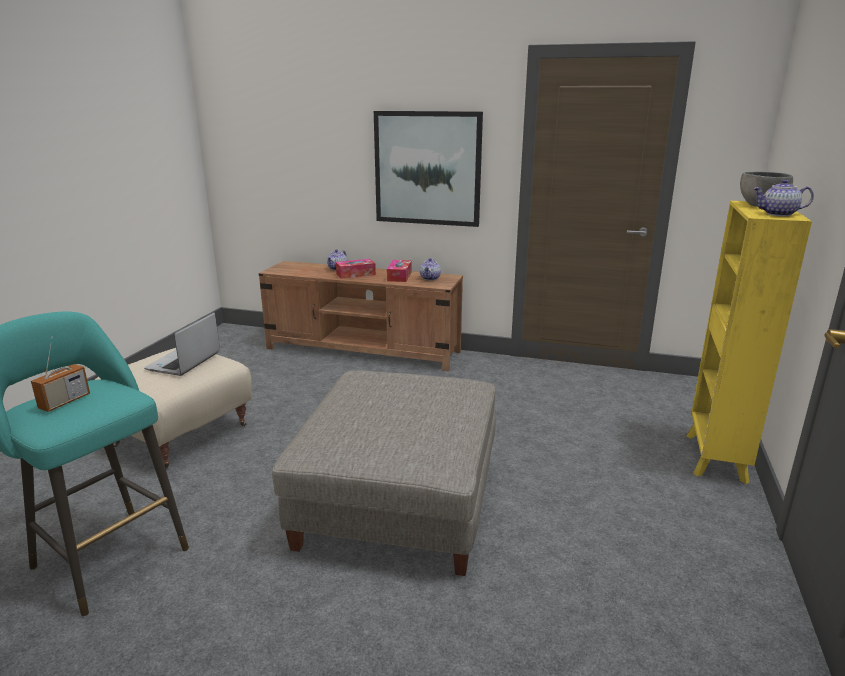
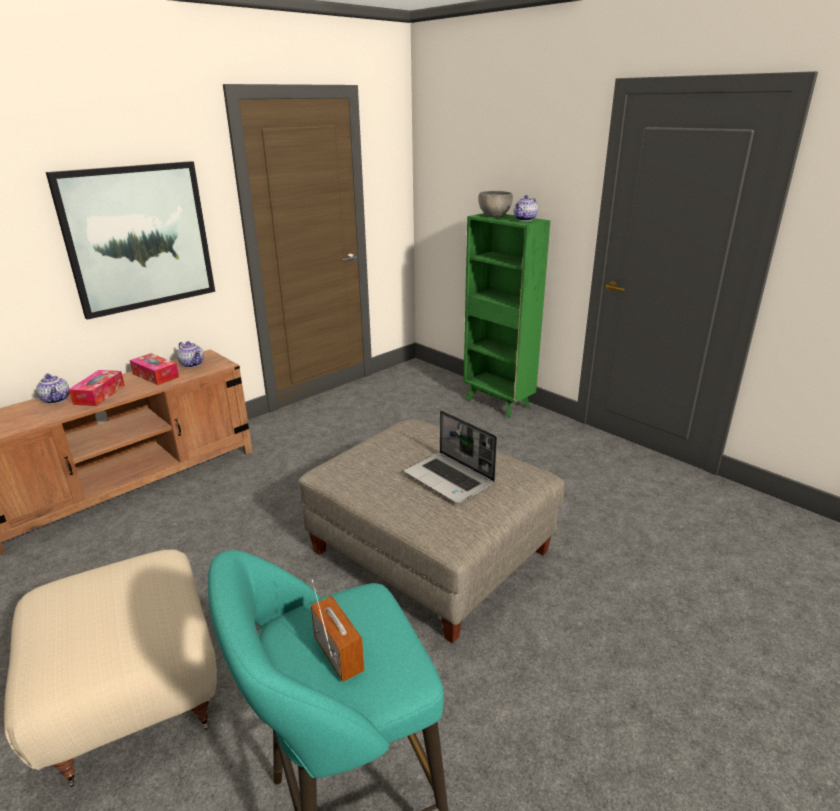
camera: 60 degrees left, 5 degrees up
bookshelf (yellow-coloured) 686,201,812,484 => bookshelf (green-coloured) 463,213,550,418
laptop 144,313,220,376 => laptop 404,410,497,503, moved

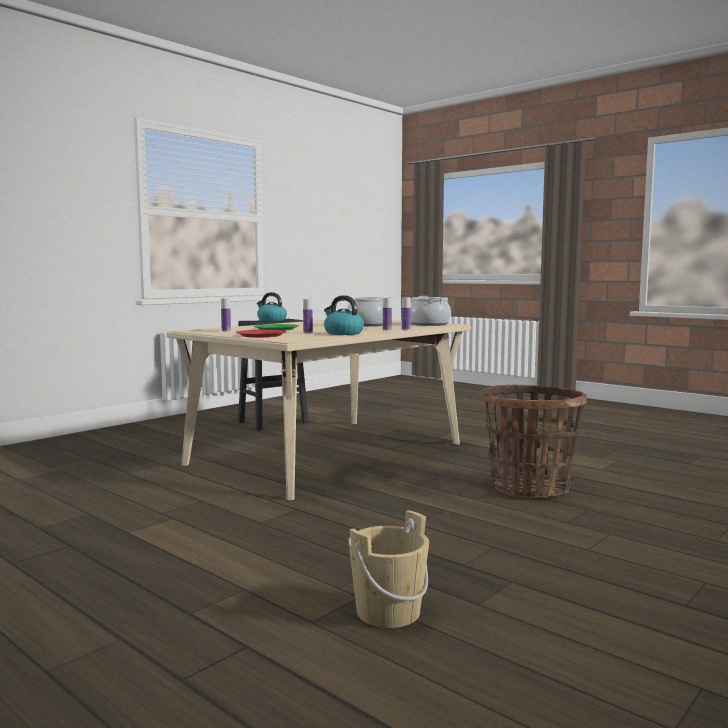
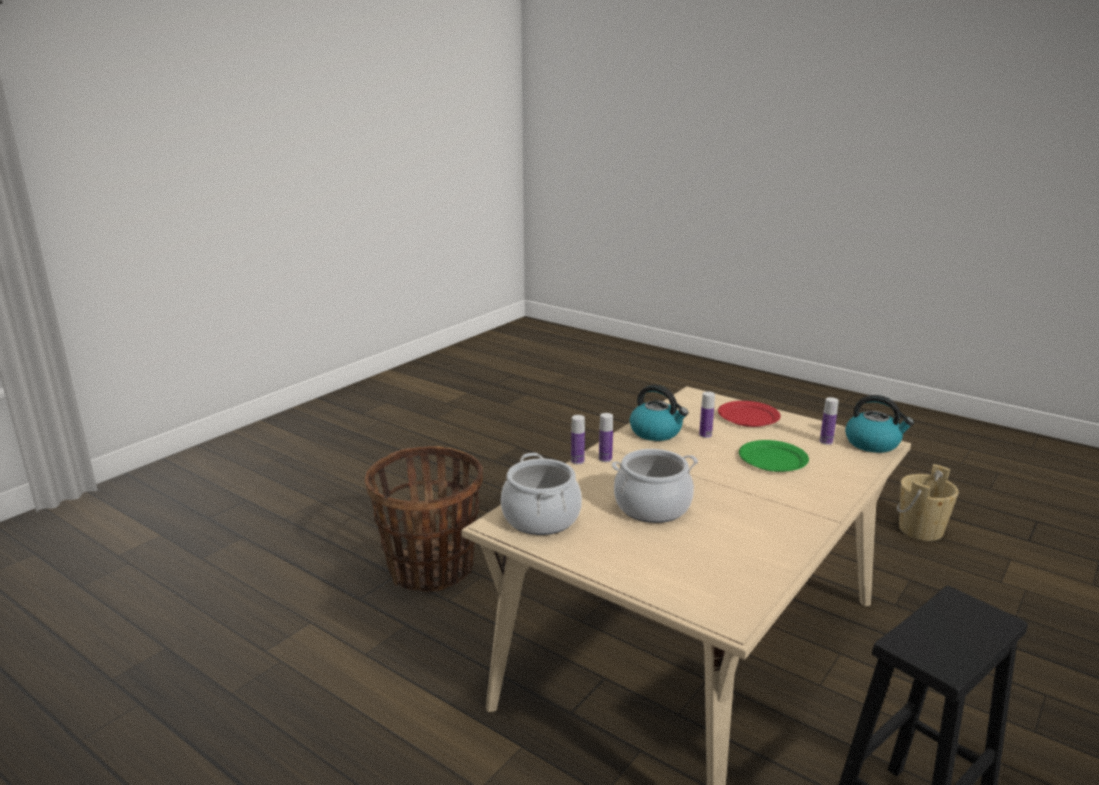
camera: 175 degrees right, 15 degrees up
kettle 257,292,287,321 => kettle 845,395,914,453, moved
bucket (beige) 348,510,429,628 => bucket (beige) 897,464,959,541, moved

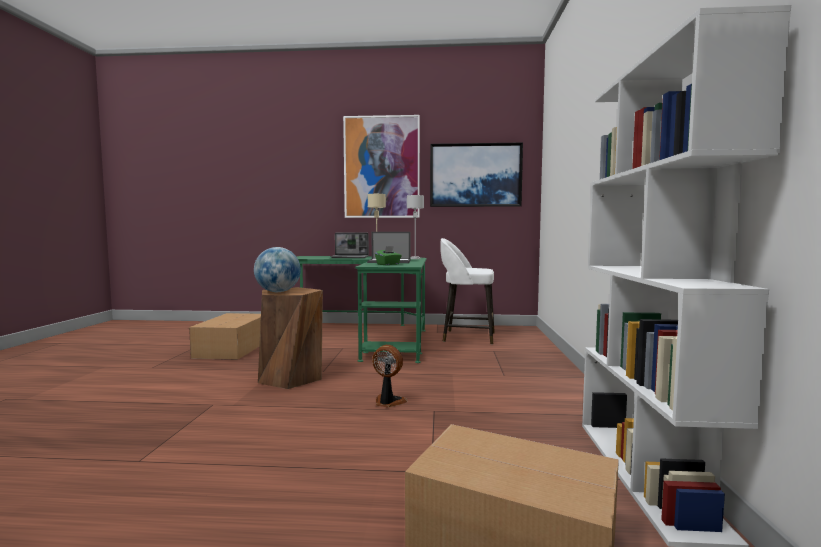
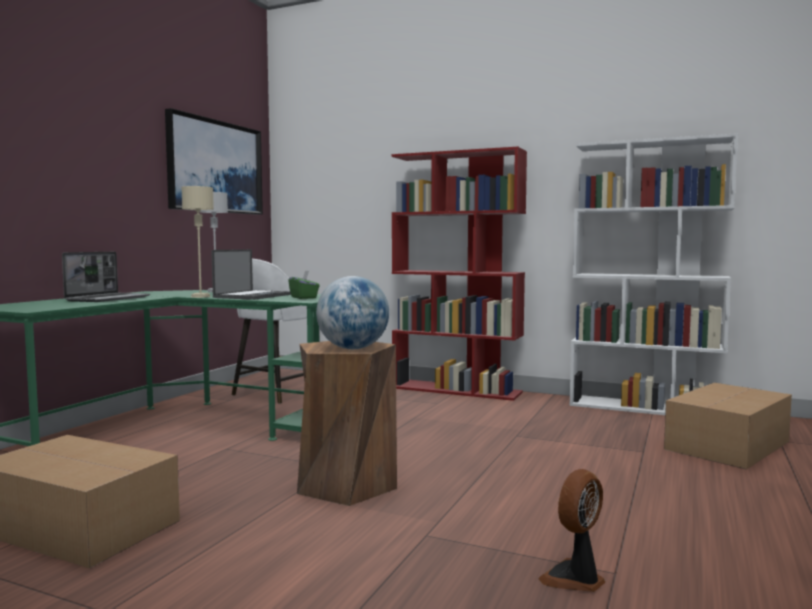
camera: 70 degrees left, 0 degrees up
wall picture 343,115,420,218 => nothing
fan 372,345,407,407 => fan 538,469,605,592, moved
nothing => bookshelf (reddish) 392,147,527,401

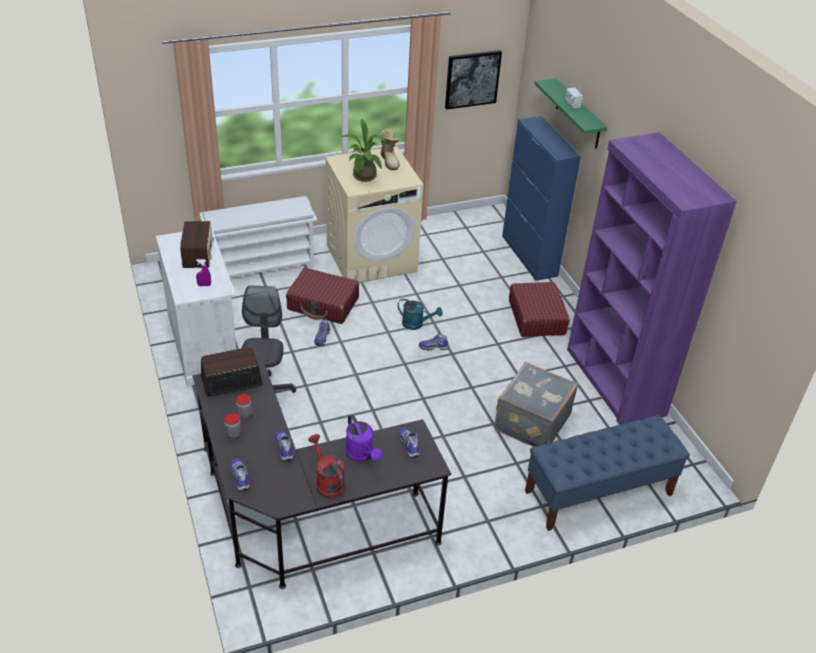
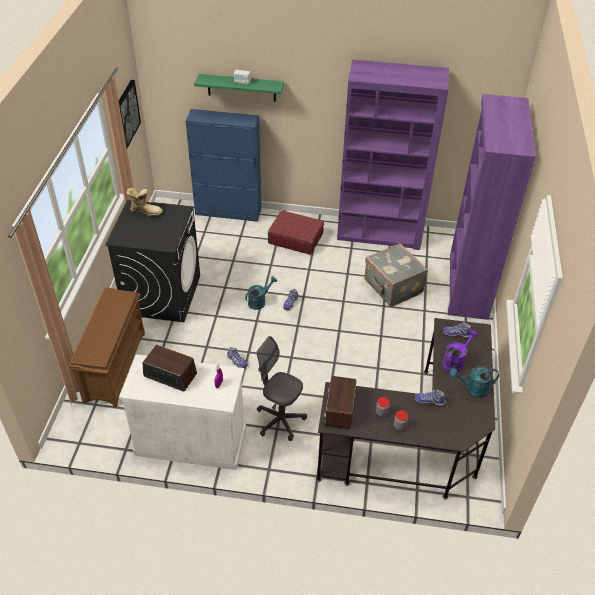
camera: 60 degrees left, 5 degrees up
potted plant 340,119,387,182 => nothing
laundry machine (beige) 325,147,424,283 => laundry machine (black-coloured) 105,200,200,322
shoe rack (whitish) 199,196,317,278 => shoe rack (brown-coloured) 68,287,145,408
suitcase (reddish) 286,268,359,324 => nothing
watering pot (purple-coloured) 346,415,382,462 => watering pot (purple-coloured) 442,330,478,372, 45 degrees counterclockwise
indoor bench (blue) 525,415,690,531 => bookshelf (purple-coloured) 448,94,536,320
watering pot (reddish) 308,434,345,498 => watering pot (turquoise-coloured) 450,366,499,398
shoe 230,458,249,492 => nothing

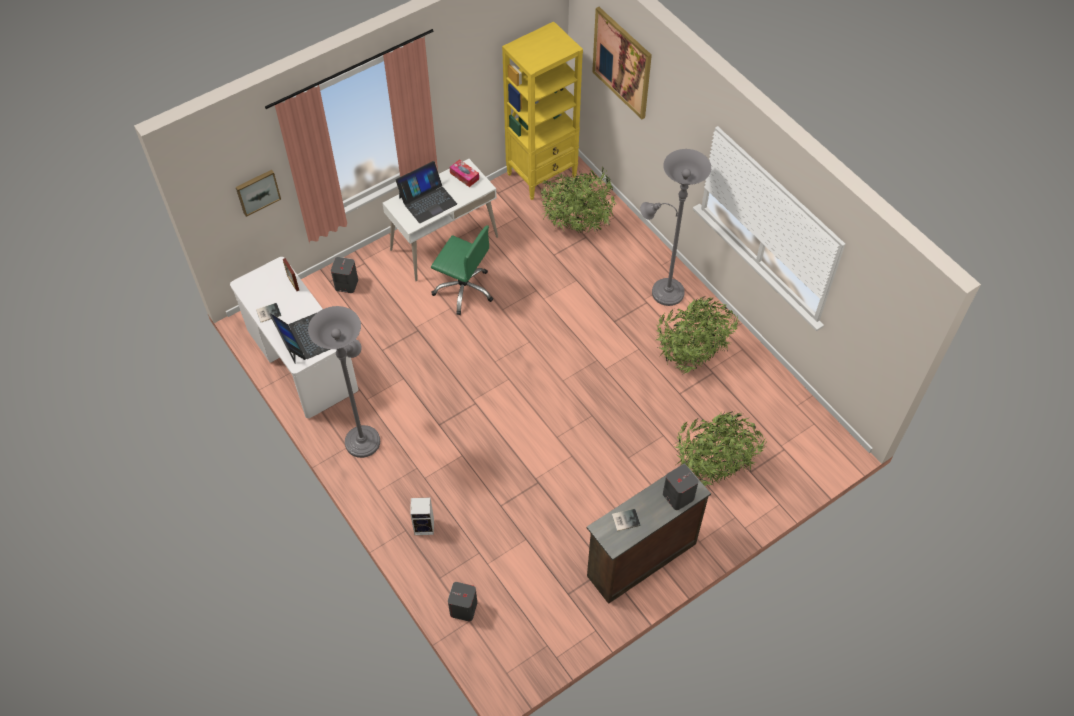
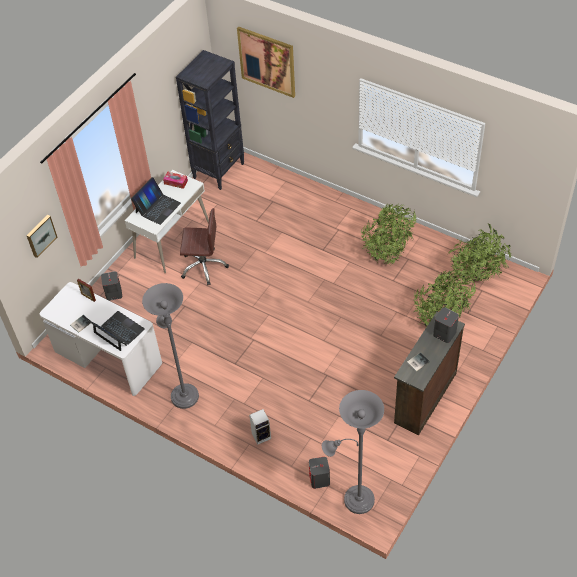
camera: 20 degrees left, 5 degrees down
bookshelf (yellow-coloured) 502,22,583,200 => bookshelf (black-coloured) 176,50,244,190
standard lamp (gray) 640,149,711,306 => standard lamp (gray) 322,390,384,514, moved
potted plant 539,166,618,234 => potted plant 448,224,511,284, moved
desk chair (green-coloured) 431,225,493,315 => desk chair (brown-coloured) 180,208,229,285

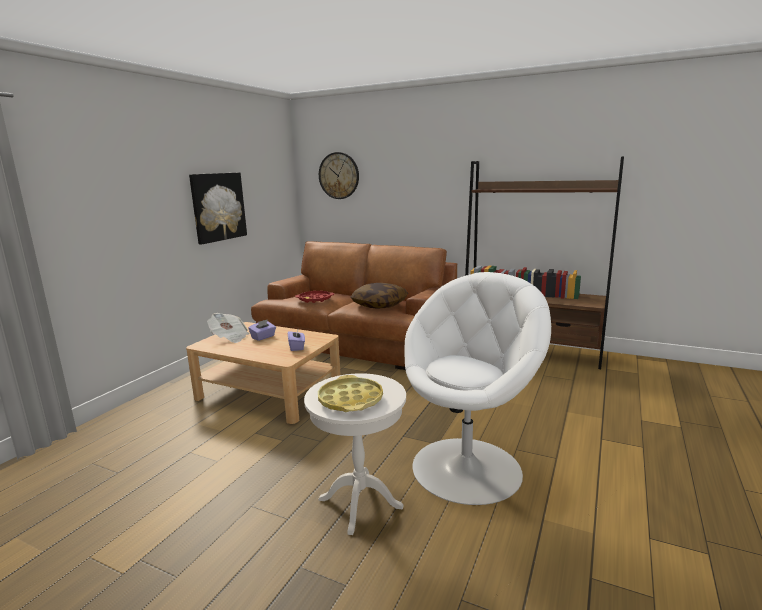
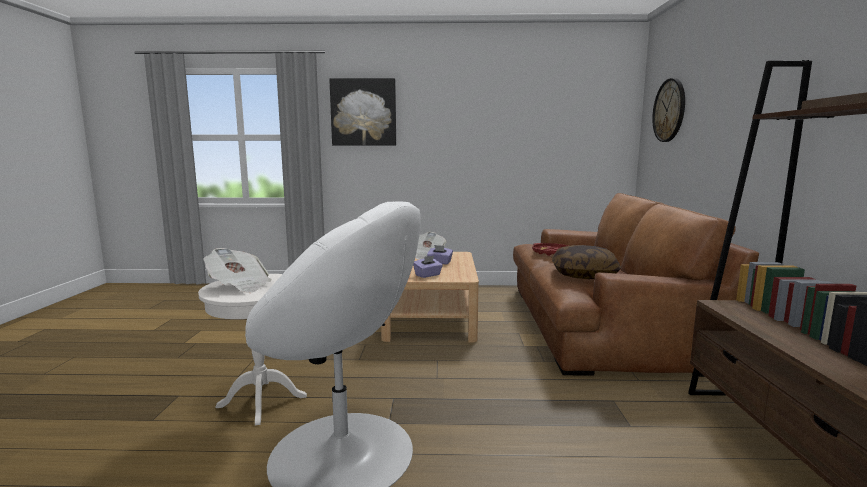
camera: 65 degrees right, 5 degrees down
wall picture 189,172,247,245 => wall picture 329,78,396,146, moved
serving tray (yellow-coloured) 318,375,383,412 => newspaper 203,248,272,293

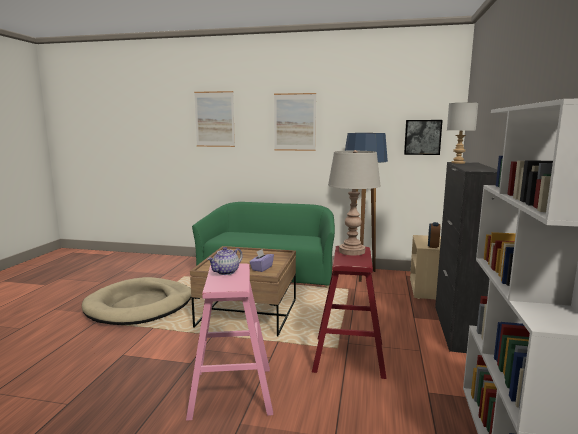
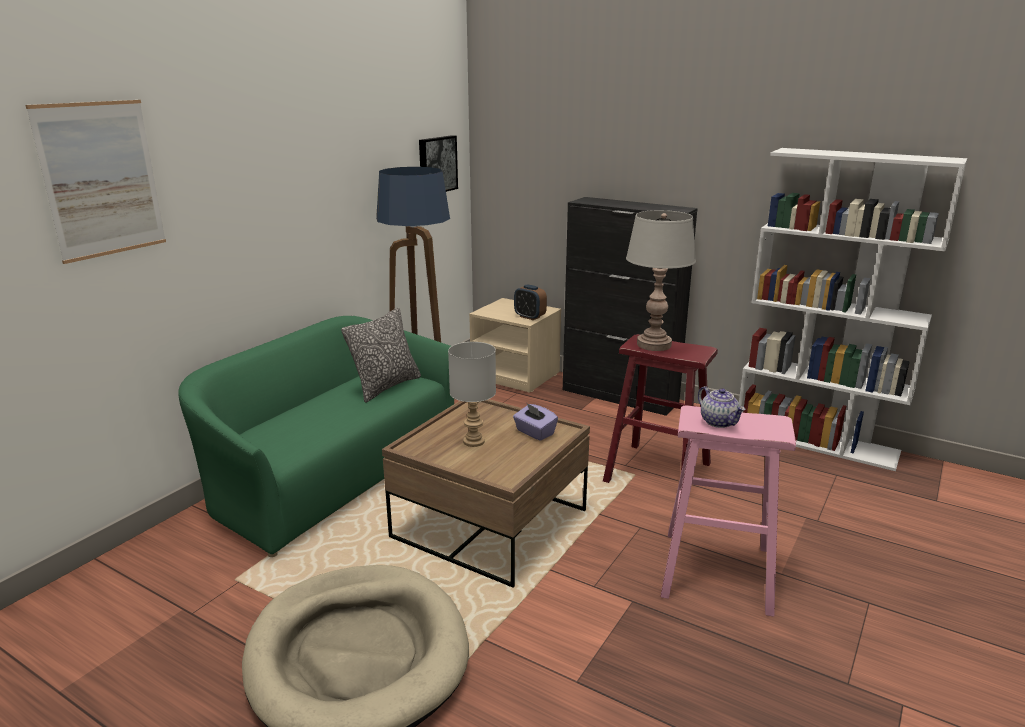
camera: 70 degrees left, 10 degrees up
wall picture 274,93,316,151 => nothing
table lamp (gray) 447,102,478,164 => table lamp (gray) 448,342,496,447, moved
nothing => cushion 341,308,421,403

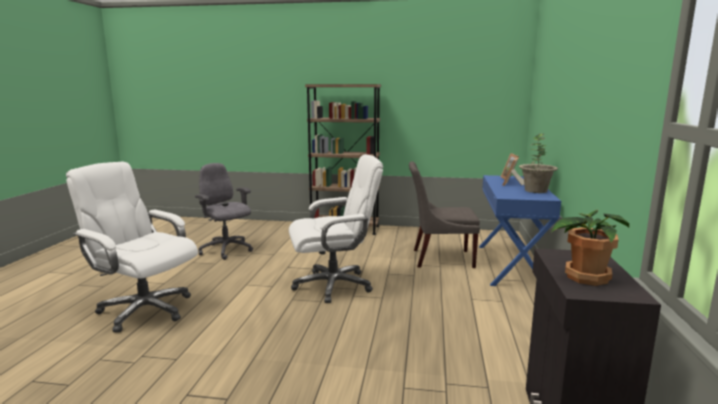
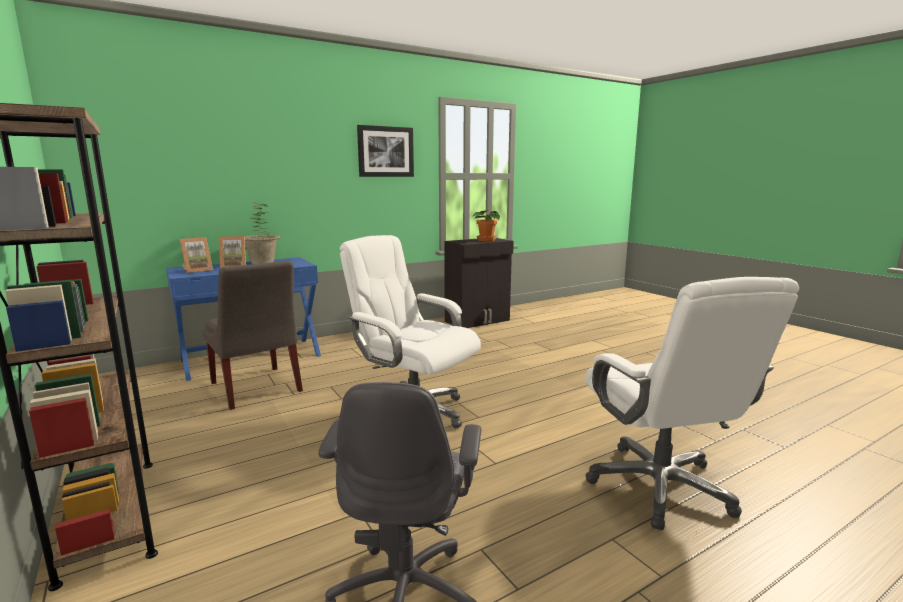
camera: 130 degrees left, 0 degrees up
nothing => wall picture 357,125,414,177

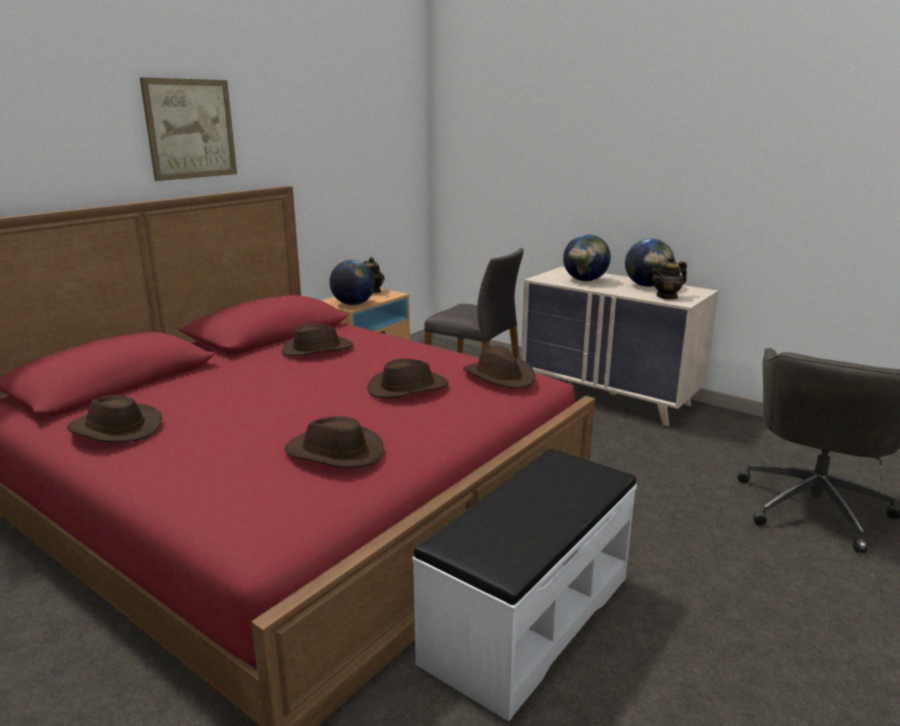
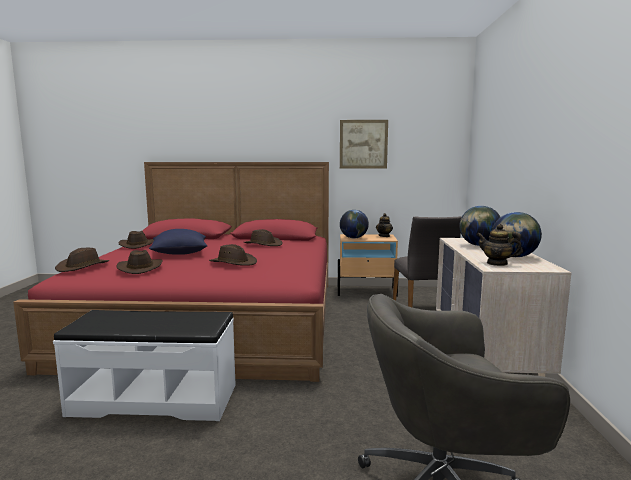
camera: 55 degrees right, 10 degrees down
wall picture 140,77,237,181 => wall picture 340,120,388,169, moved
hat (brown-coloured) 463,346,535,388 => hat (brown-coloured) 55,248,109,272, moved
nothing => cushion (blue) 149,229,208,255

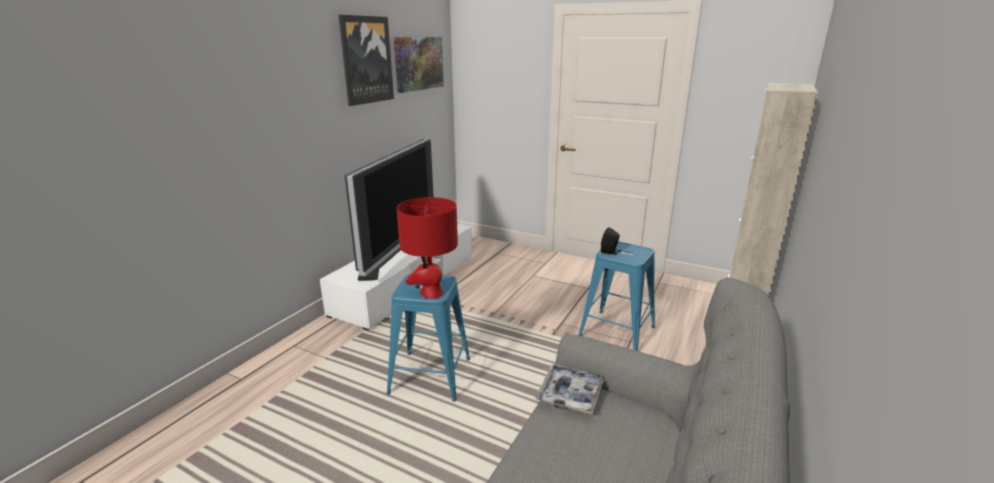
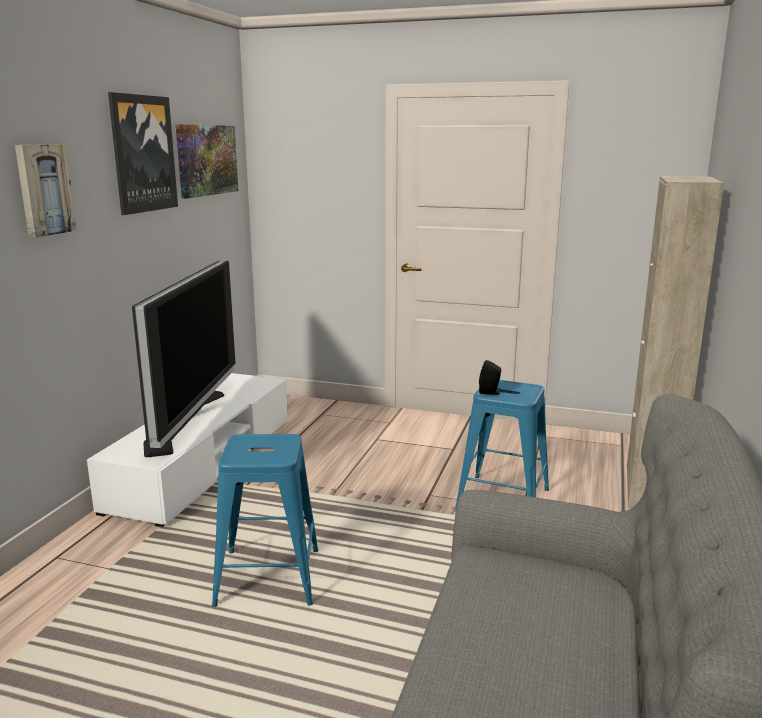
camera: 10 degrees left, 5 degrees down
table lamp (reddish) 397,197,458,299 => nothing
serving tray 536,364,605,414 => nothing
nothing => wall picture 15,144,77,238

